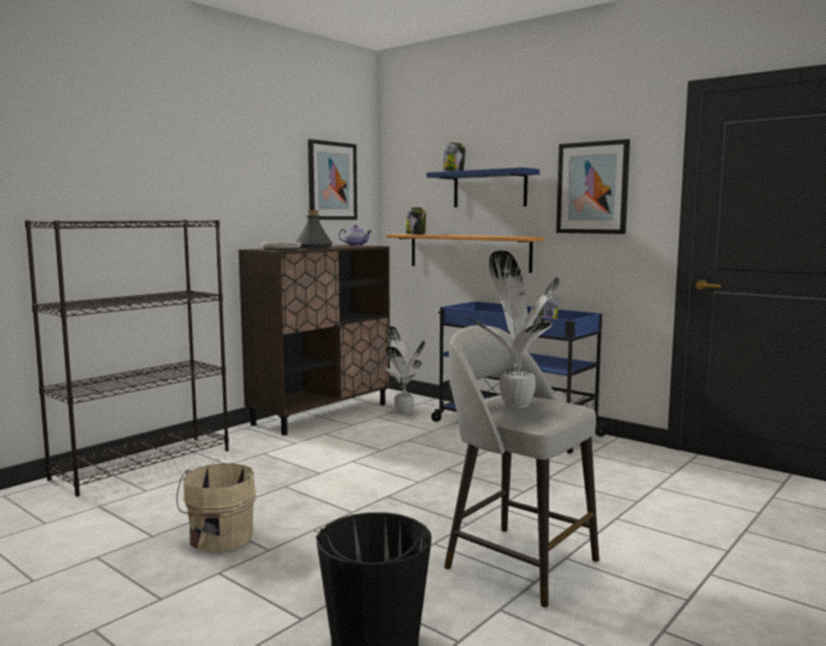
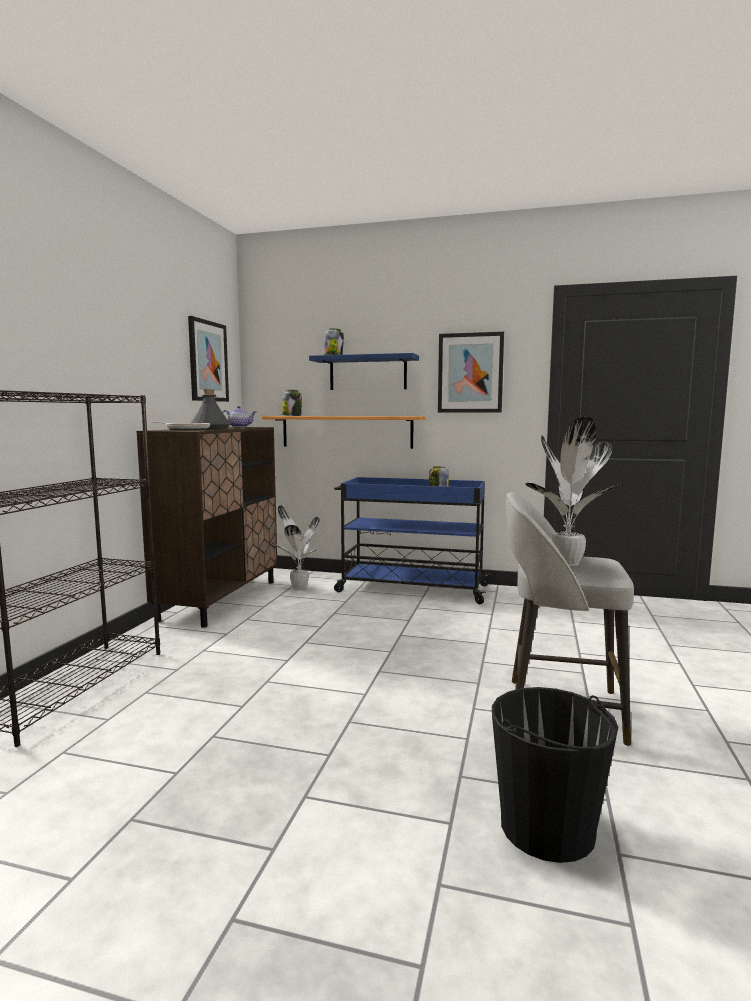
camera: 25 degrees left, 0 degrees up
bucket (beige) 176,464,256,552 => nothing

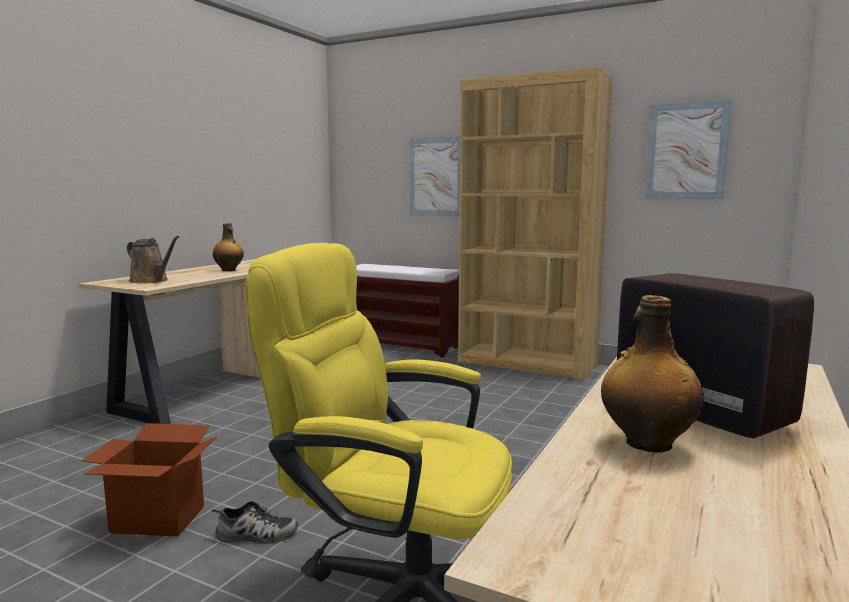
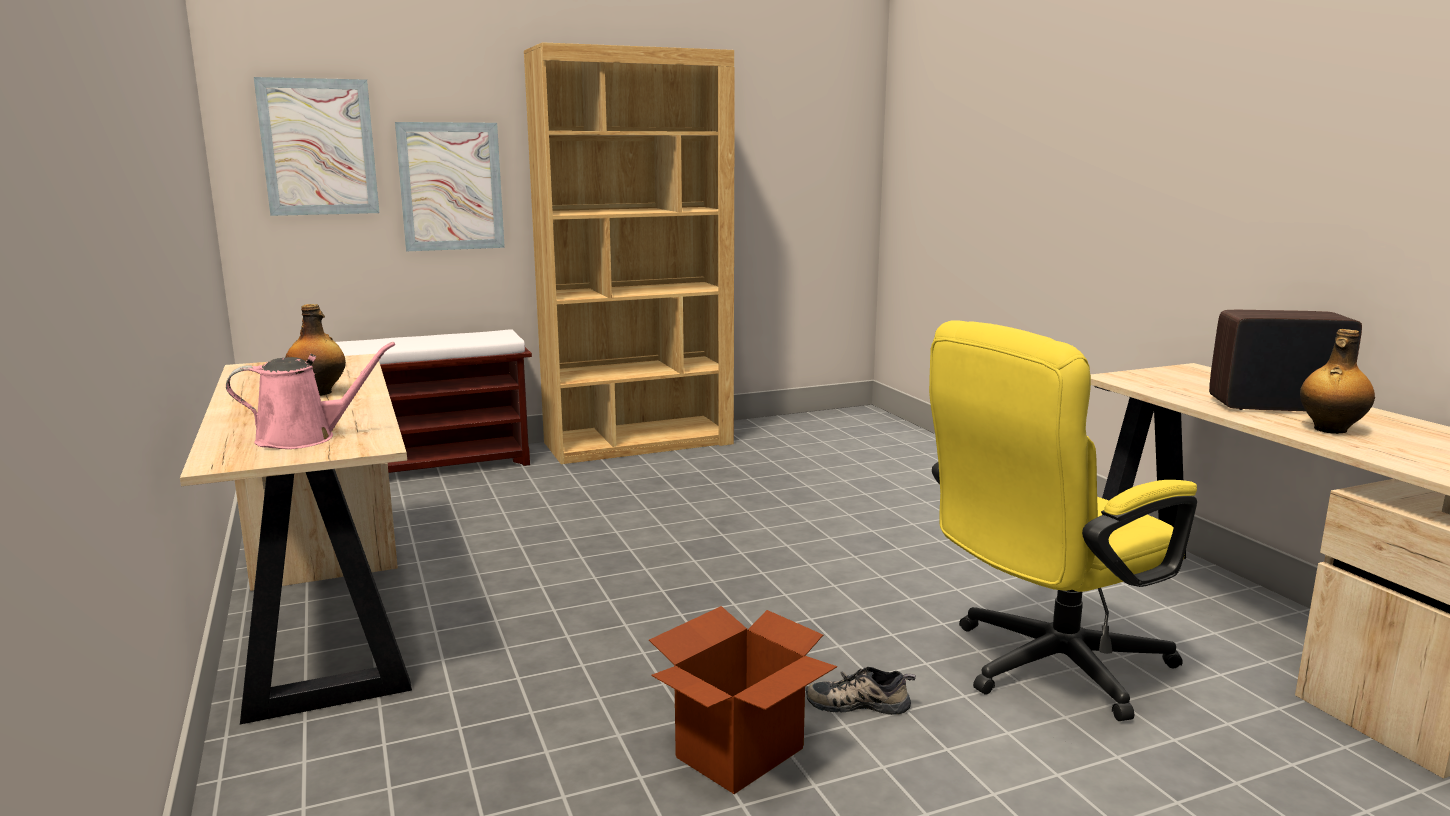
camera: 50 degrees left, 5 degrees up
wall picture 645,100,732,199 => wall picture 254,77,379,216, moved
watering pot (brown-coloured) 127,236,179,283 => watering pot (pink) 226,342,395,449
shoe 211,501,298,544 => shoe 806,667,916,715, 120 degrees counterclockwise

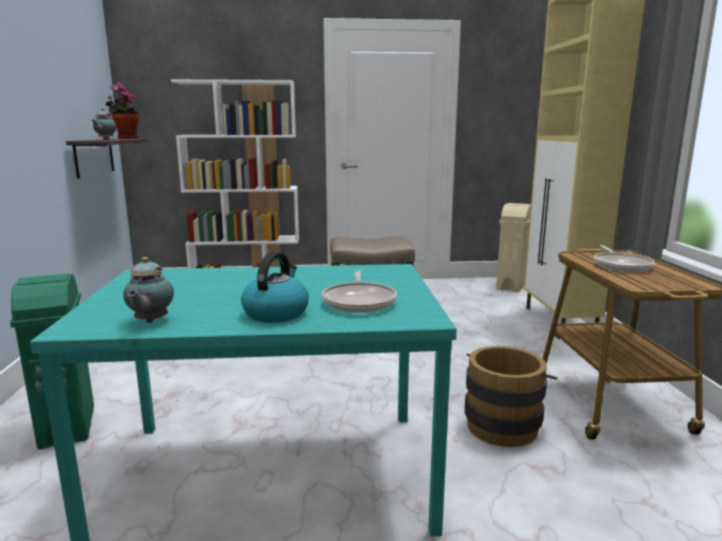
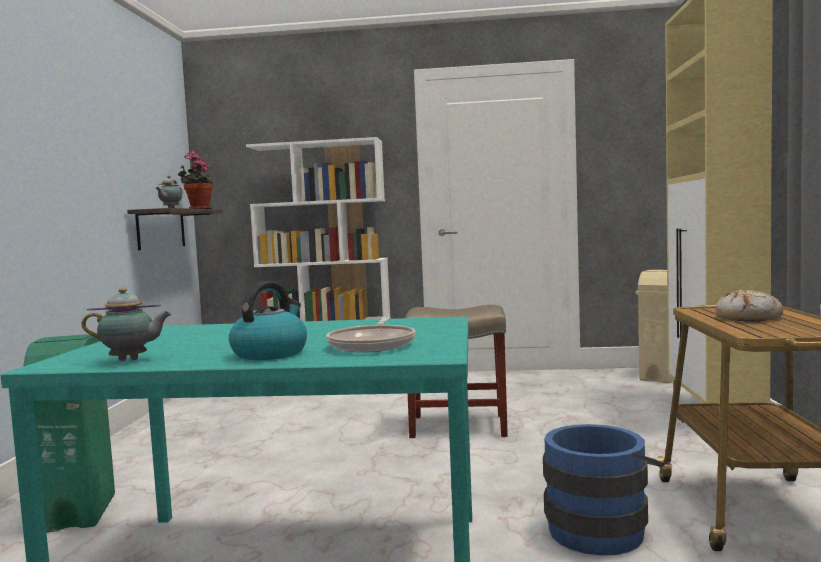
camera: 10 degrees right, 10 degrees down
pan 594,245,655,272 => bread 715,289,783,321
teapot 123,257,174,323 => teapot 82,288,172,361, 105 degrees counterclockwise
bucket (brown-coloured) 465,346,558,447 => bucket (blue) 543,424,665,555

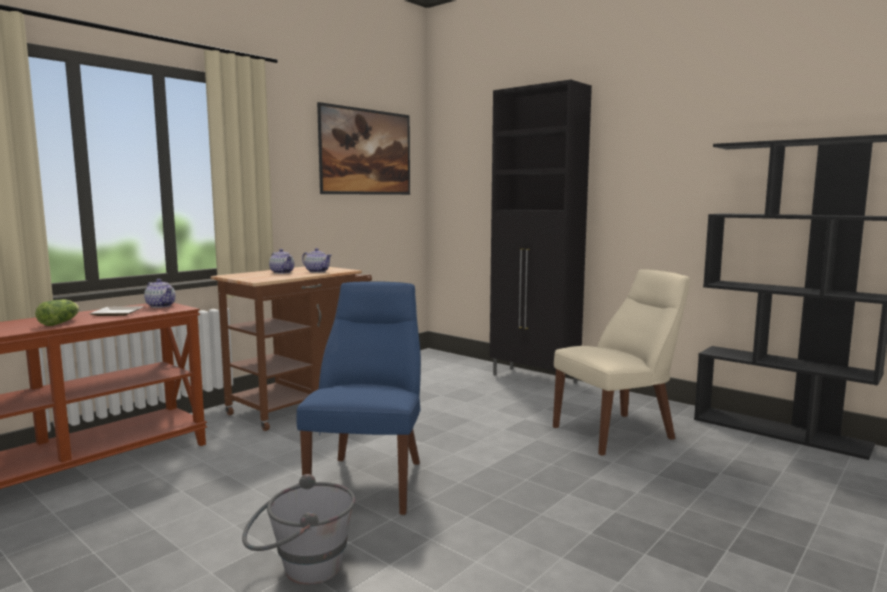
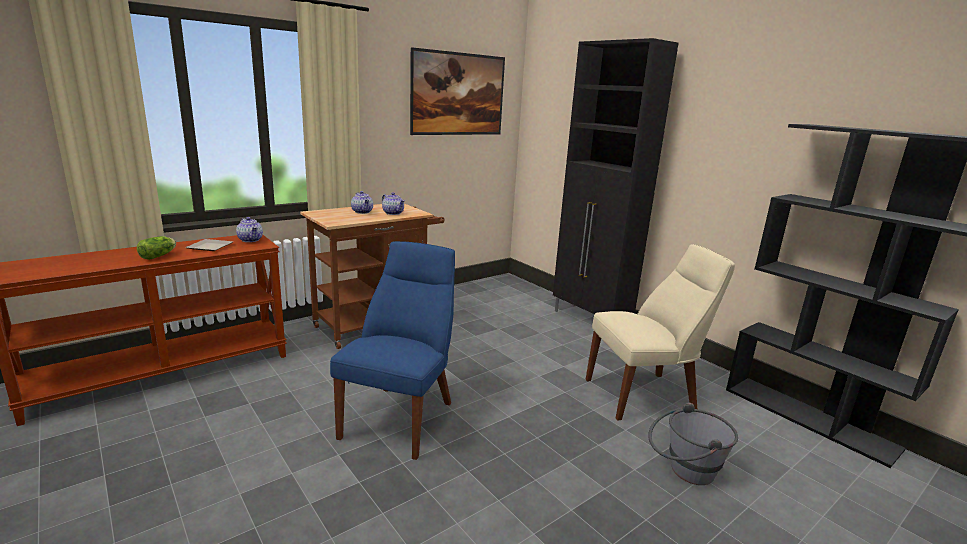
camera: 10 degrees right, 10 degrees up
bucket (gray) 242,474,355,584 => bucket (gray) 648,403,738,485, moved

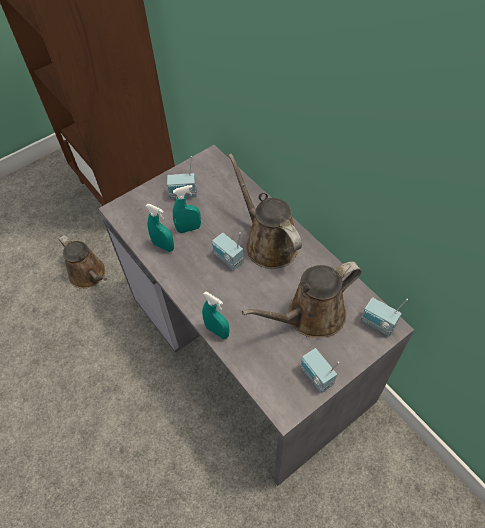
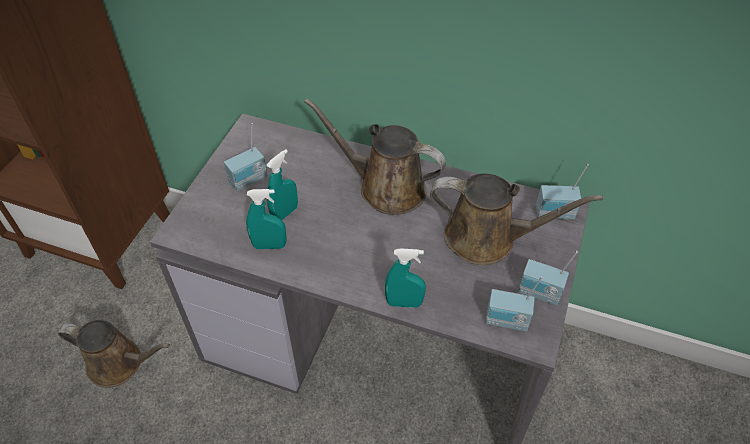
camera: 35 degrees left, 5 degrees down
radio 212,232,244,270 => radio 485,276,543,332, moved
watering pot (brown-coloured) 242,261,362,338 => watering pot (brown-coloured) 430,173,603,265, 105 degrees counterclockwise

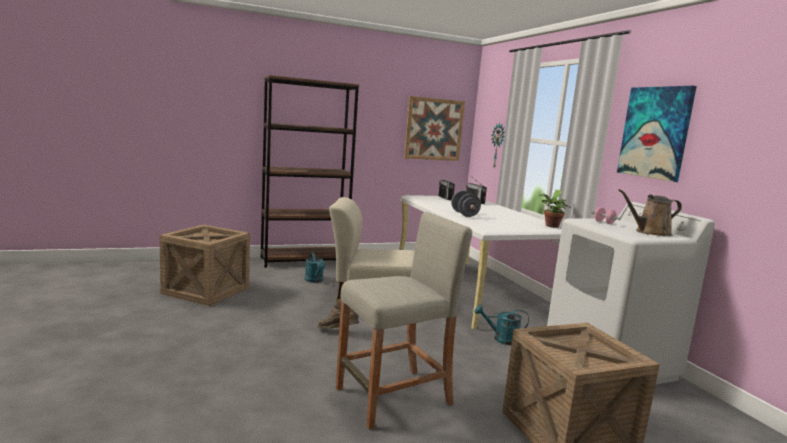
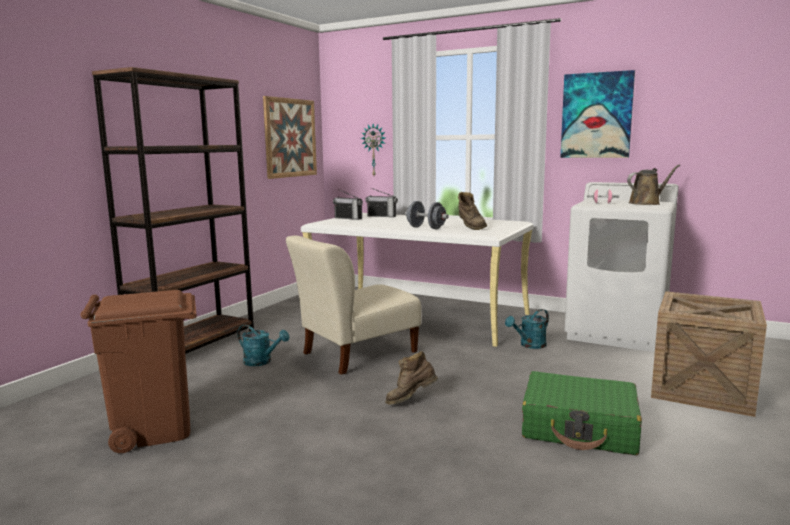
camera: 40 degrees left, 0 degrees up
watering pot (brown-coloured) 618,189,682,236 => watering pot (brown-coloured) 627,164,680,205, 150 degrees counterclockwise
potted plant 539,190,571,228 => nothing
sitting stool (beige) 336,212,472,429 => suitcase (green-coloured) 522,371,642,455
shipping crate 159,225,250,306 => rubbish bin (brown-coloured) 80,290,197,453
nothing => high-top boot (brown-coloured) 458,192,487,230

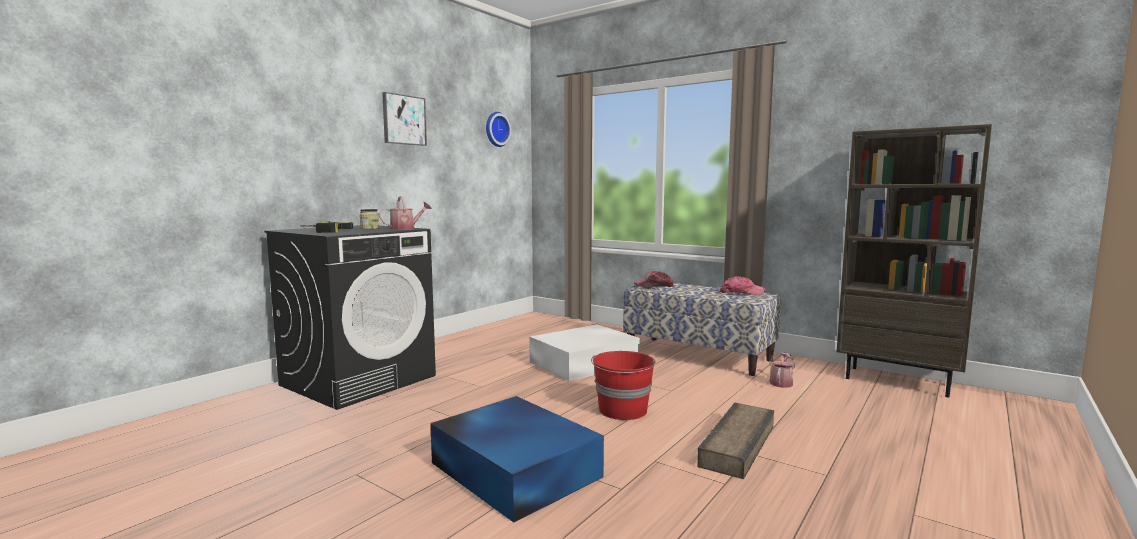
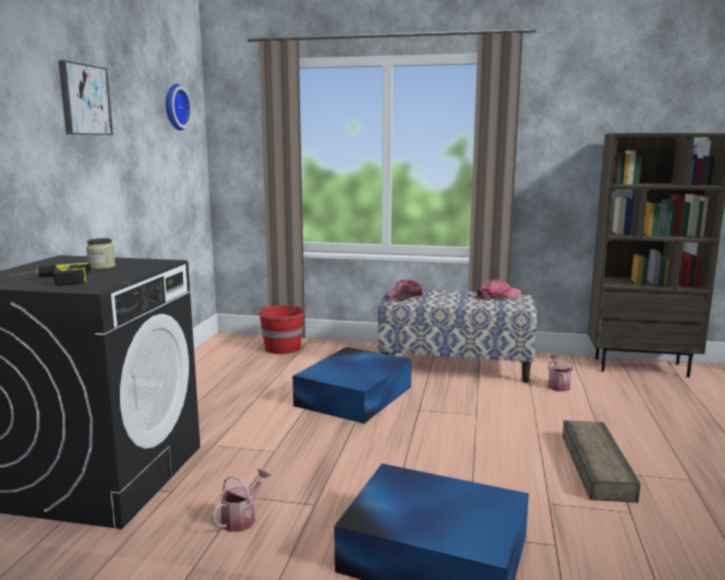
camera: 25 degrees left, 5 degrees up
watering pot 379,196,431,230 => watering pot 211,469,271,532, moved
storage container (whitish) 529,324,640,381 => storage container (blue) 293,347,412,424
bucket (reddish) 591,351,656,420 => bucket (reddish) 258,305,306,354, moved

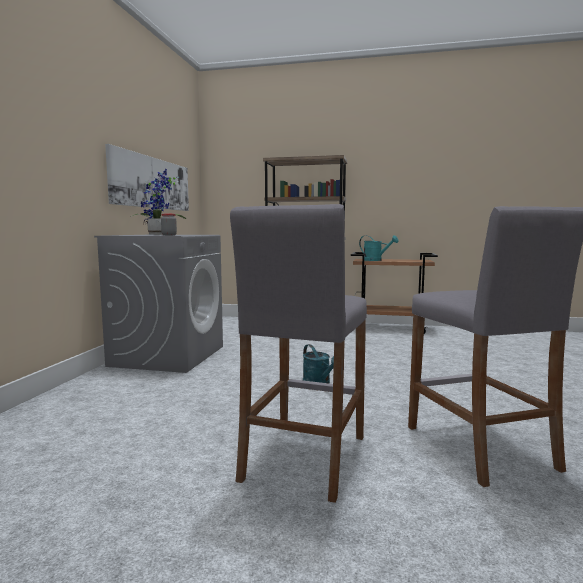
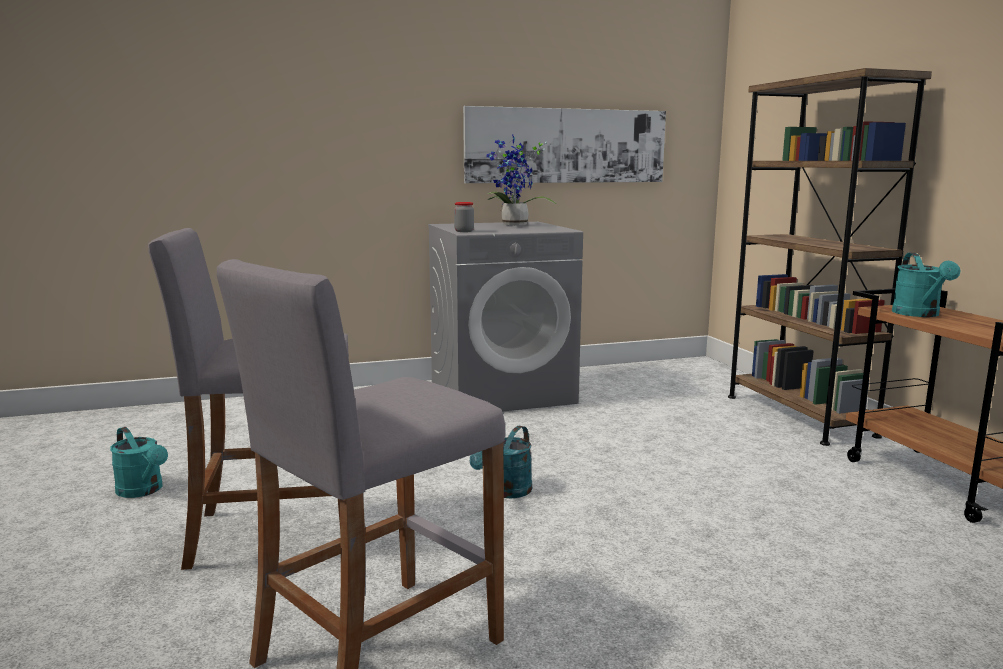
camera: 60 degrees right, 5 degrees up
nothing => watering pot (turquoise-coloured) 110,427,168,498

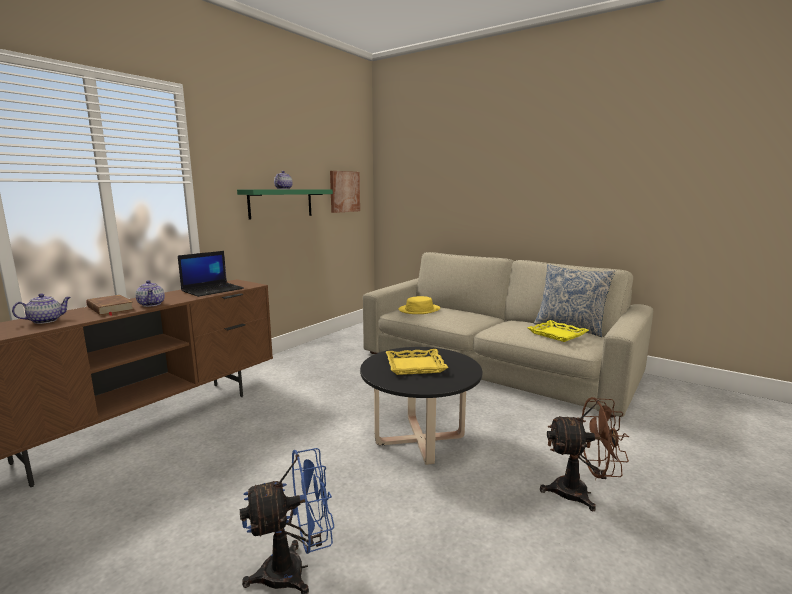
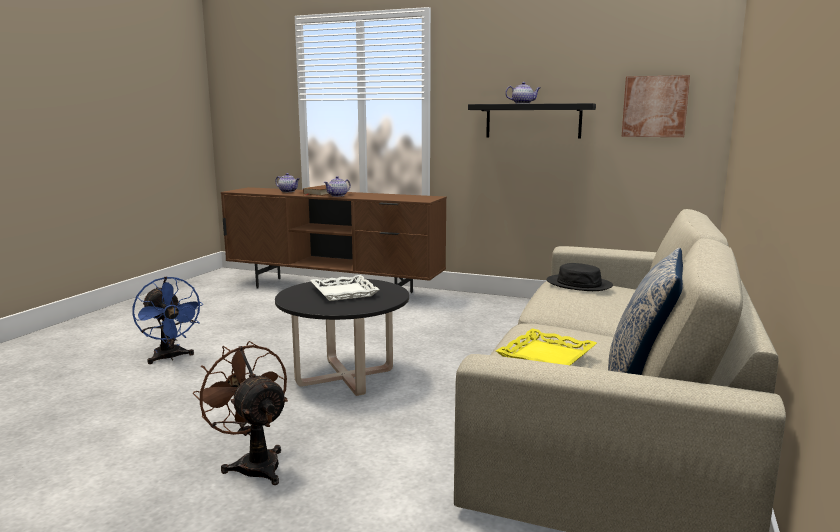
camera: 75 degrees right, 0 degrees up
bracket shelf (green-coloured) 237,189,333,219 => bracket shelf (black-coloured) 468,103,596,139
laptop 178,251,244,297 => nothing
hat (yellow-coloured) 398,296,440,314 => hat (black-coloured) 547,263,613,291
serving tray (yellow-coloured) 386,349,448,375 => serving tray (whitish) 310,275,380,301
fan (brown-coloured) 540,397,629,511 => fan (brown-coloured) 192,341,288,485, 150 degrees clockwise

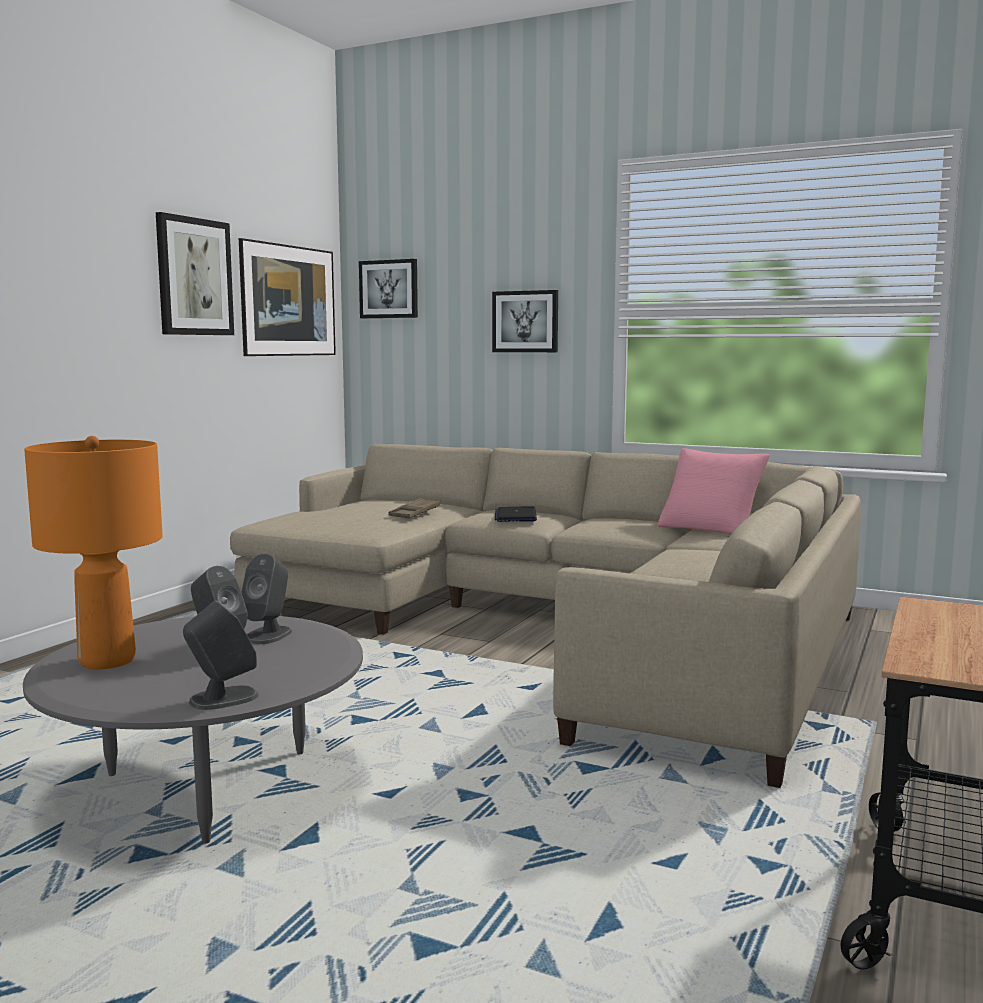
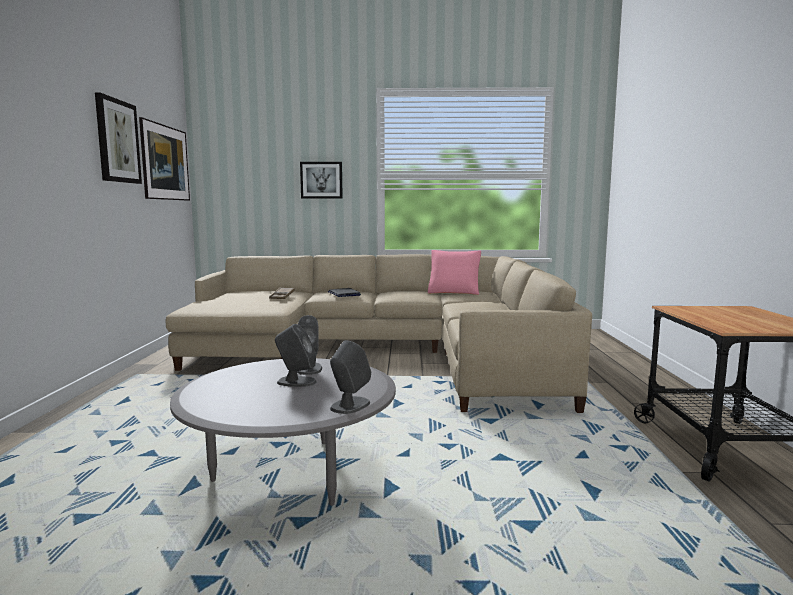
camera: 25 degrees left, 0 degrees up
wall picture 359,259,418,318 => nothing
table lamp (orangey) 24,436,163,669 => nothing

